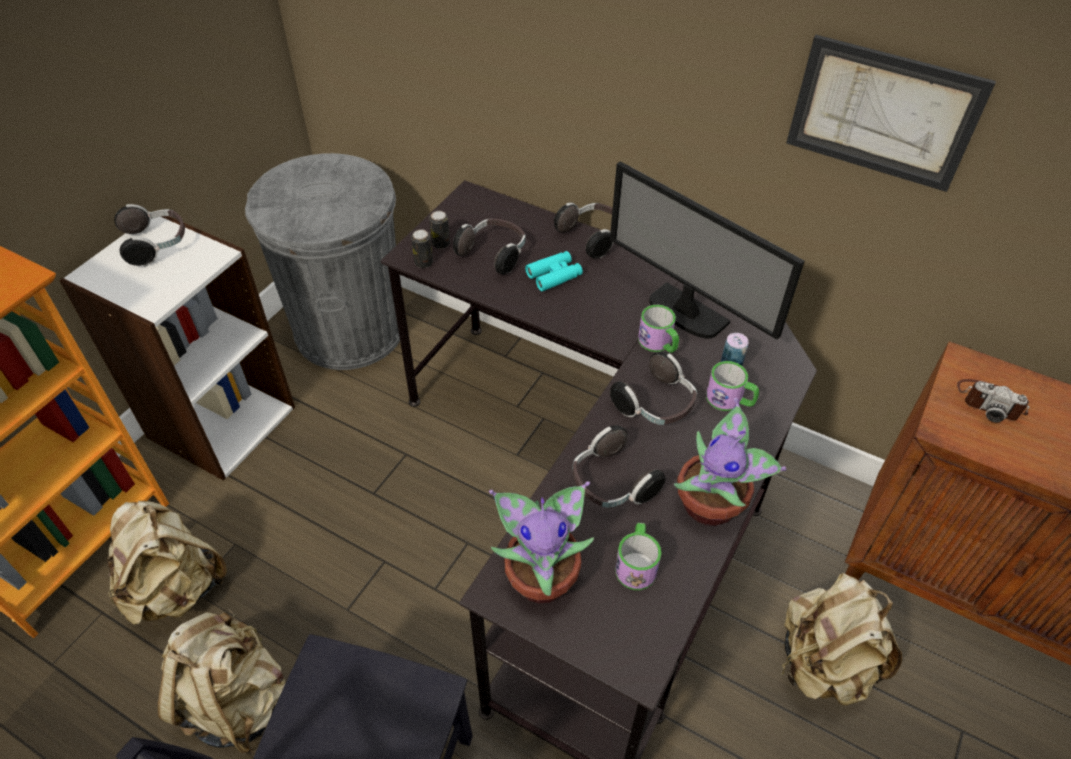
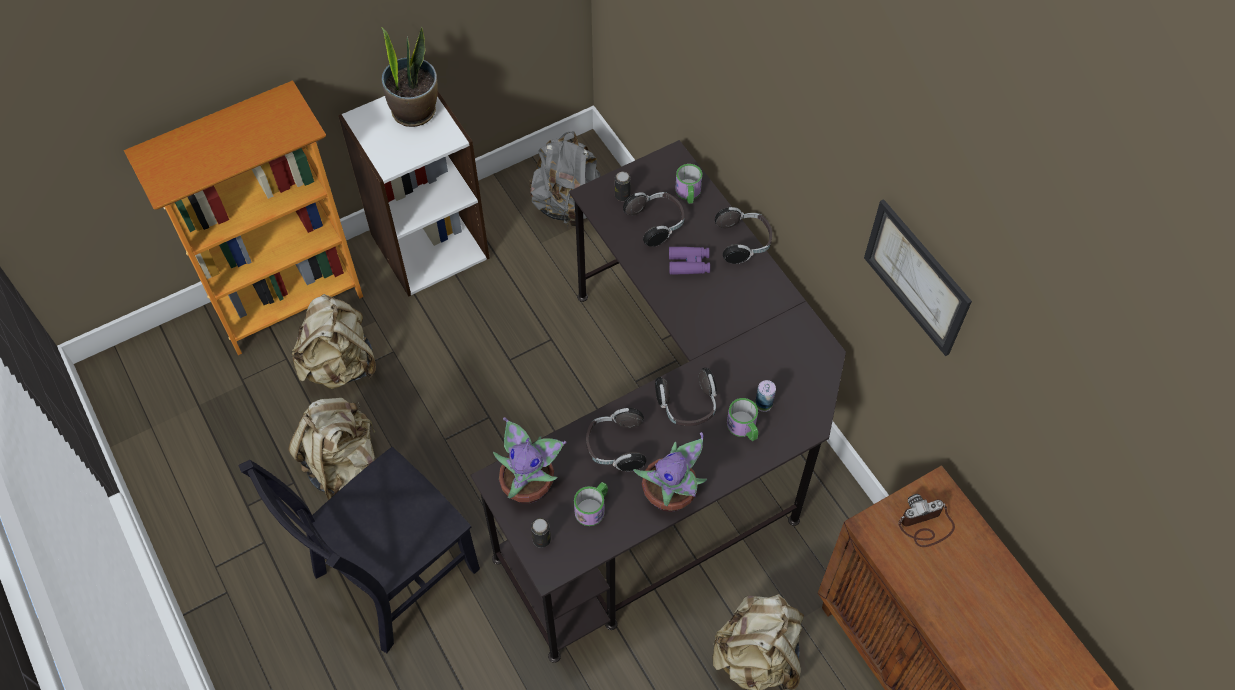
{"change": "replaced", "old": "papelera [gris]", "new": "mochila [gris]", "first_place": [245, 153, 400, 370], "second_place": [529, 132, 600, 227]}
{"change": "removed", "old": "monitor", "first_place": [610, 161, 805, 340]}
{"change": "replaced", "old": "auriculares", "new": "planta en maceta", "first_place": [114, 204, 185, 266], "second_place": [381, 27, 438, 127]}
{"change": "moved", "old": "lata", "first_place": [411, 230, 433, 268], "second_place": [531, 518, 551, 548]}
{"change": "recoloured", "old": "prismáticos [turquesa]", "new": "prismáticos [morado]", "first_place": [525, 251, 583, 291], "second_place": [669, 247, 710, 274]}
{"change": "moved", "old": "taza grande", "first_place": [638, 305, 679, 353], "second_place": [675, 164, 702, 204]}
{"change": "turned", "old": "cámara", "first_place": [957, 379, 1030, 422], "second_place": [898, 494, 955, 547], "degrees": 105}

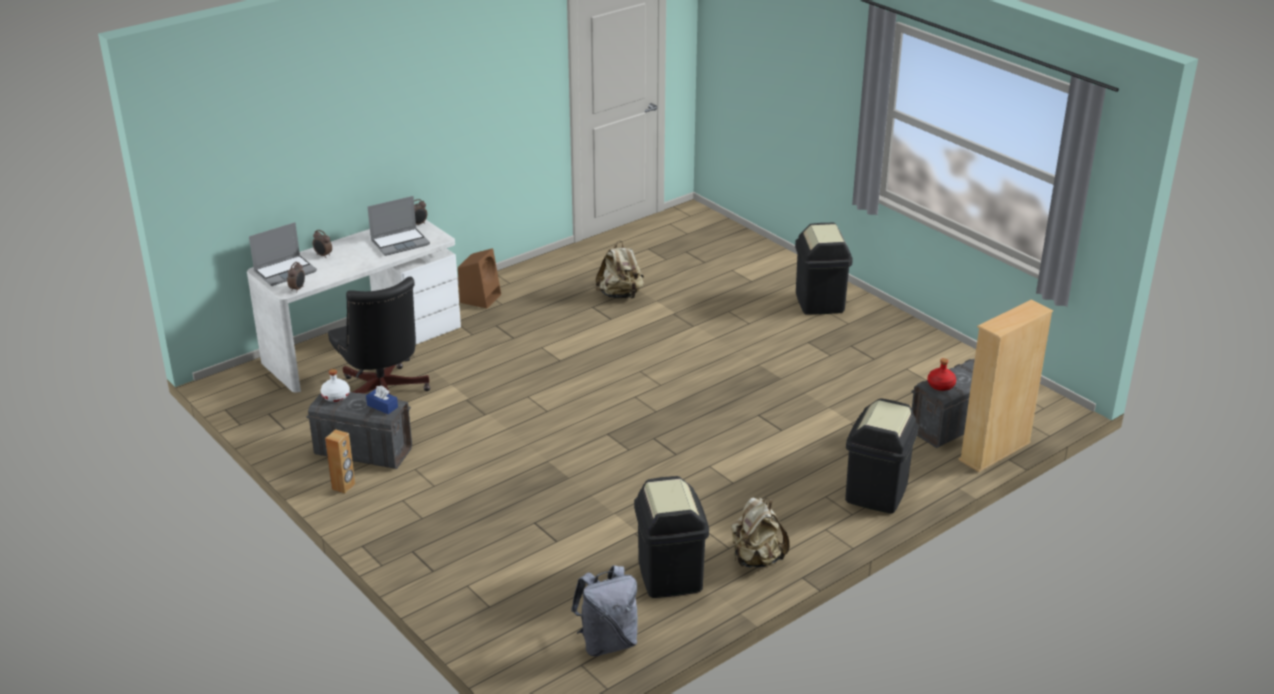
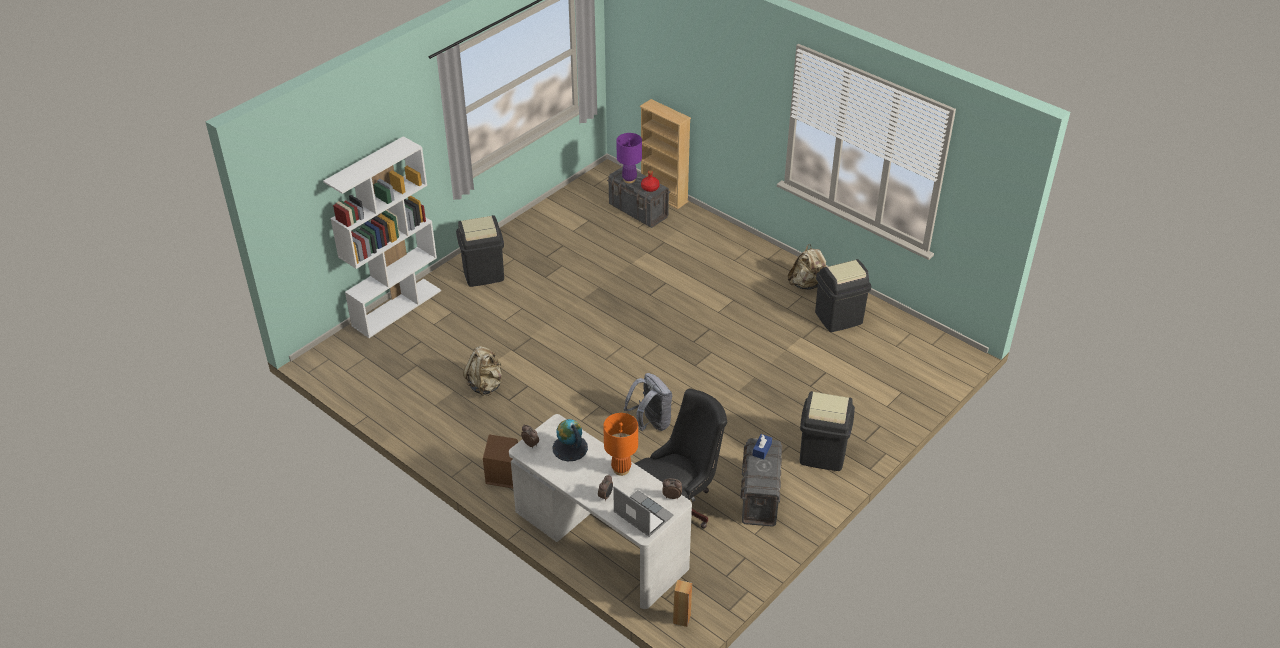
{"change": "replaced", "old": "portátil", "new": "globo terráqueo", "first_place": [368, 196, 430, 256], "second_place": [552, 419, 588, 461]}
{"change": "removed", "old": "botella [blanco]", "first_place": [321, 369, 350, 402]}
{"change": "moved", "old": "papelera [negro]", "first_place": [845, 398, 919, 514], "second_place": [799, 391, 855, 471]}
{"change": "moved", "old": "altavoz [marrón]", "first_place": [325, 429, 355, 494], "second_place": [673, 580, 692, 627]}
{"change": "moved", "old": "mochila [gris]", "first_place": [571, 565, 638, 657], "second_place": [624, 373, 673, 431]}
{"change": "added", "new": "lámpara de mesa [morado]", "second_place": [616, 133, 642, 183]}
{"change": "added", "new": "estantería [blanco]", "second_place": [323, 136, 441, 338]}
{"change": "added", "new": "lámpara de mesa [naranja]", "second_place": [603, 413, 638, 476]}

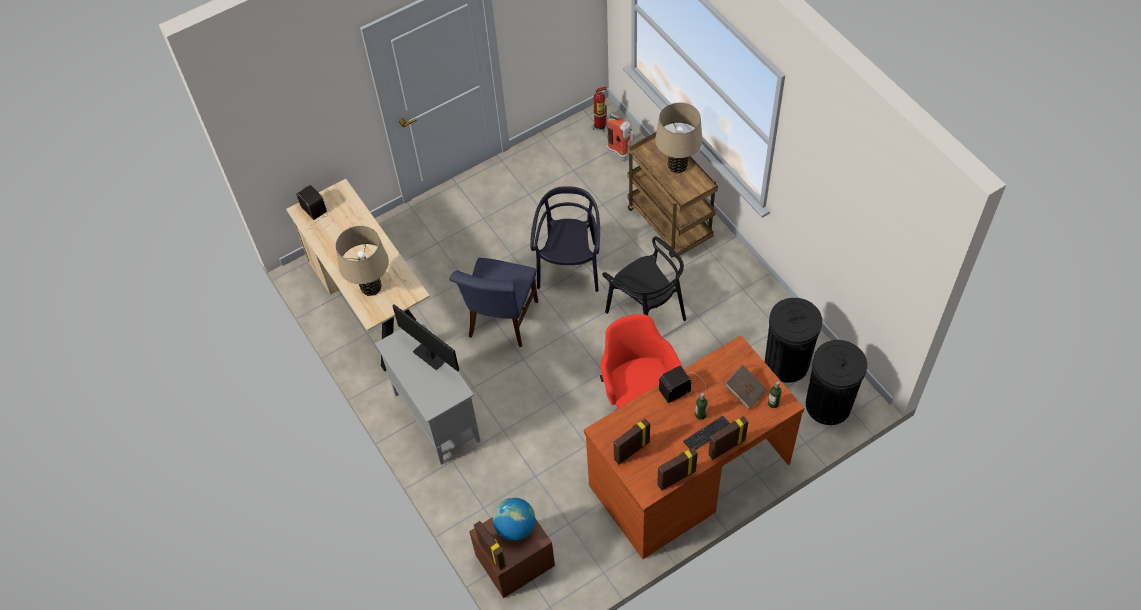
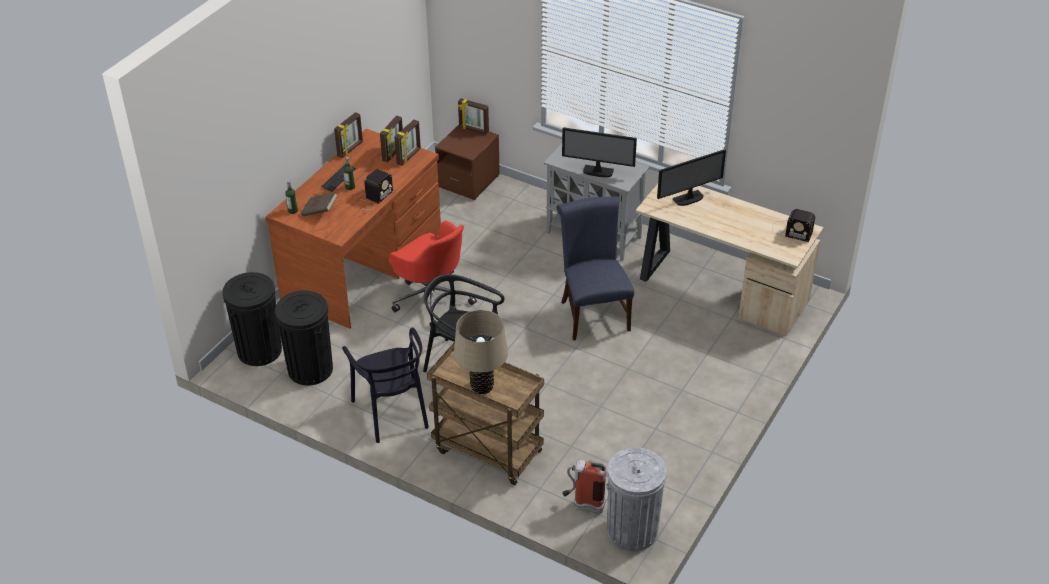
{"change": "replaced", "old": "extintor", "new": "papelera [gris]", "first_place": [593, 87, 607, 131], "second_place": [606, 447, 667, 551]}
{"change": "moved", "old": "silla [negro]", "first_place": [530, 186, 600, 292], "second_place": [342, 328, 429, 443]}
{"change": "replaced", "old": "lámpara de mesa [beis]", "new": "monitor", "first_place": [336, 226, 389, 296], "second_place": [657, 149, 726, 206]}
{"change": "moved", "old": "portarretratos", "first_place": [708, 416, 749, 460], "second_place": [394, 120, 421, 166]}
{"change": "removed", "old": "globo terráqueo", "first_place": [493, 498, 535, 541]}

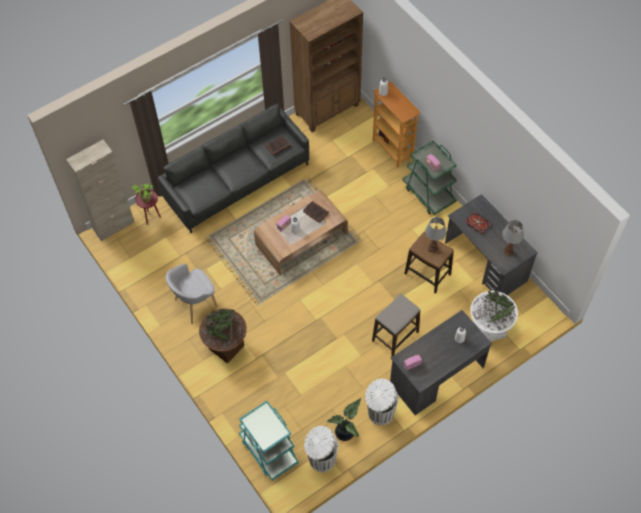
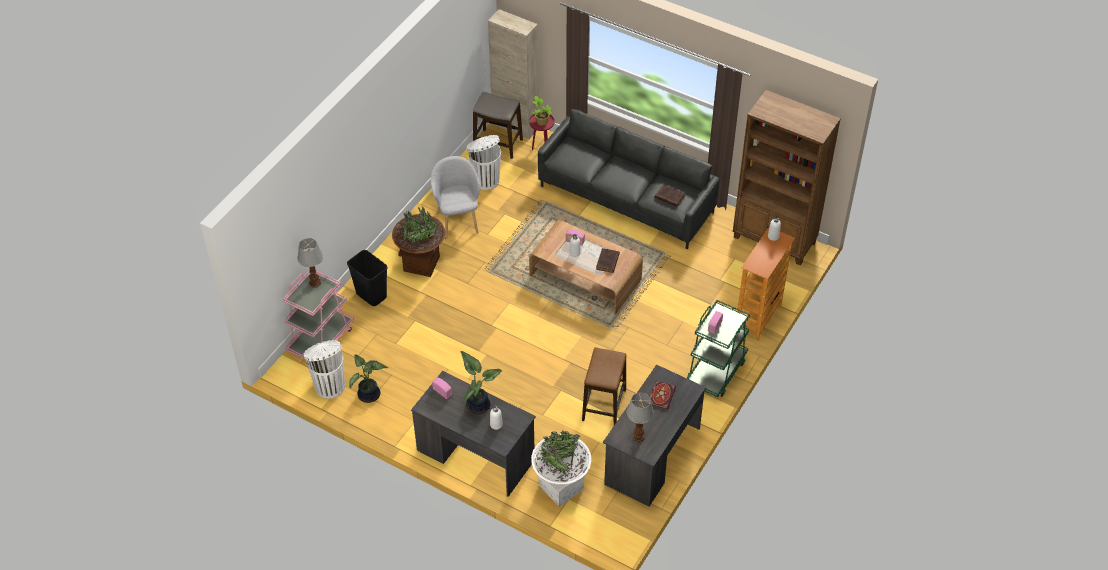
{"change": "moved", "old": "lámpara de mesa", "first_place": [425, 217, 447, 253], "second_place": [298, 238, 323, 287]}
{"change": "turned", "old": "sillón [gris]", "first_place": [165, 264, 218, 324], "second_place": [431, 156, 480, 239], "degrees": 45}
{"change": "moved", "old": "taburete", "first_place": [372, 294, 420, 357], "second_place": [473, 92, 523, 159]}
{"change": "moved", "old": "papelera [blanco]", "first_place": [365, 378, 398, 425], "second_place": [466, 135, 501, 190]}
{"change": "recoloured", "old": "carrito [turquesa]", "new": "carrito [rosa]", "first_place": [239, 401, 299, 481], "second_place": [283, 270, 354, 359]}
{"change": "added", "new": "papelera [negro]", "second_place": [347, 250, 388, 306]}
{"change": "added", "new": "planta en maceta", "second_place": [461, 351, 502, 414]}

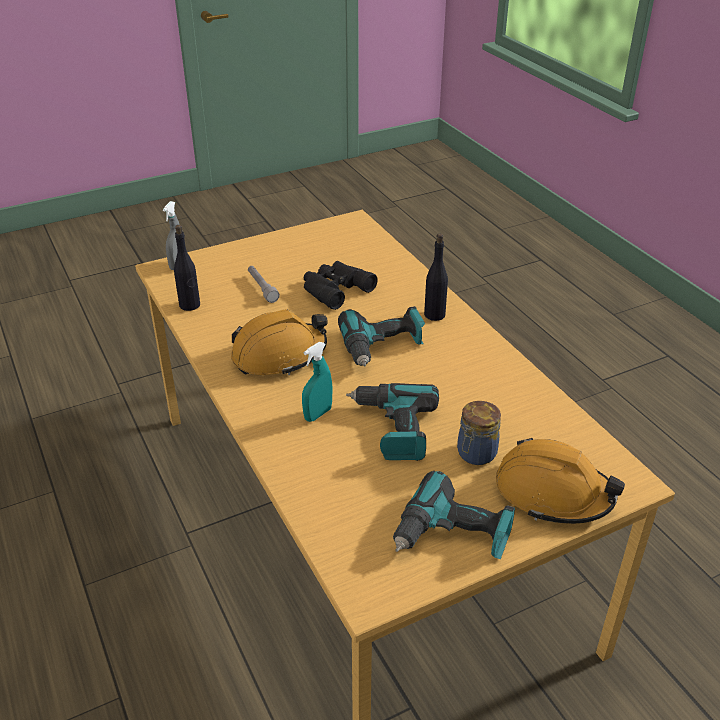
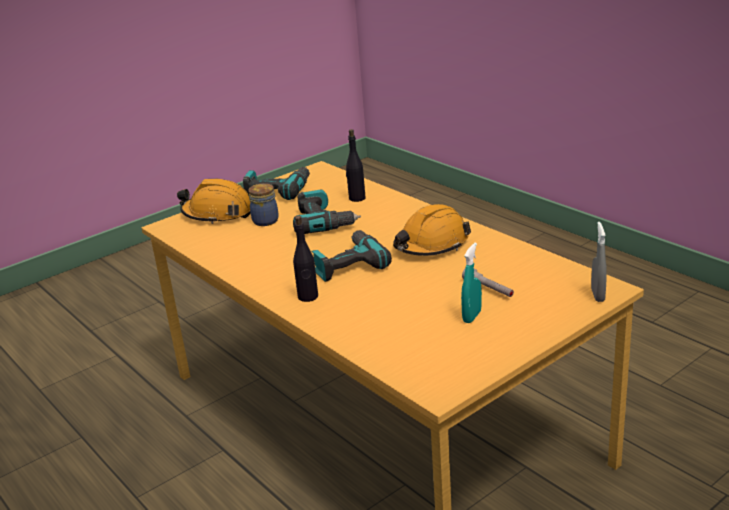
{"change": "moved", "old": "botella [negro]", "first_place": [174, 225, 200, 311], "second_place": [346, 129, 365, 202]}
{"change": "removed", "old": "prismáticos [negro]", "first_place": [304, 261, 378, 310]}
{"change": "moved", "old": "pulverizador [turquesa]", "first_place": [302, 342, 332, 422], "second_place": [461, 243, 482, 323]}

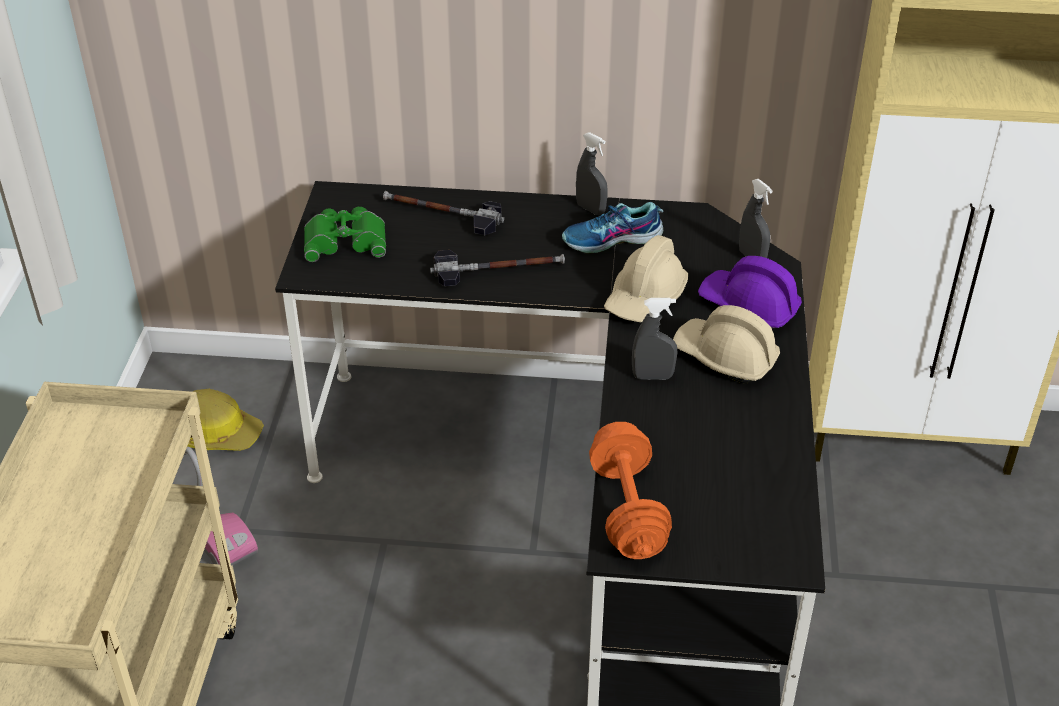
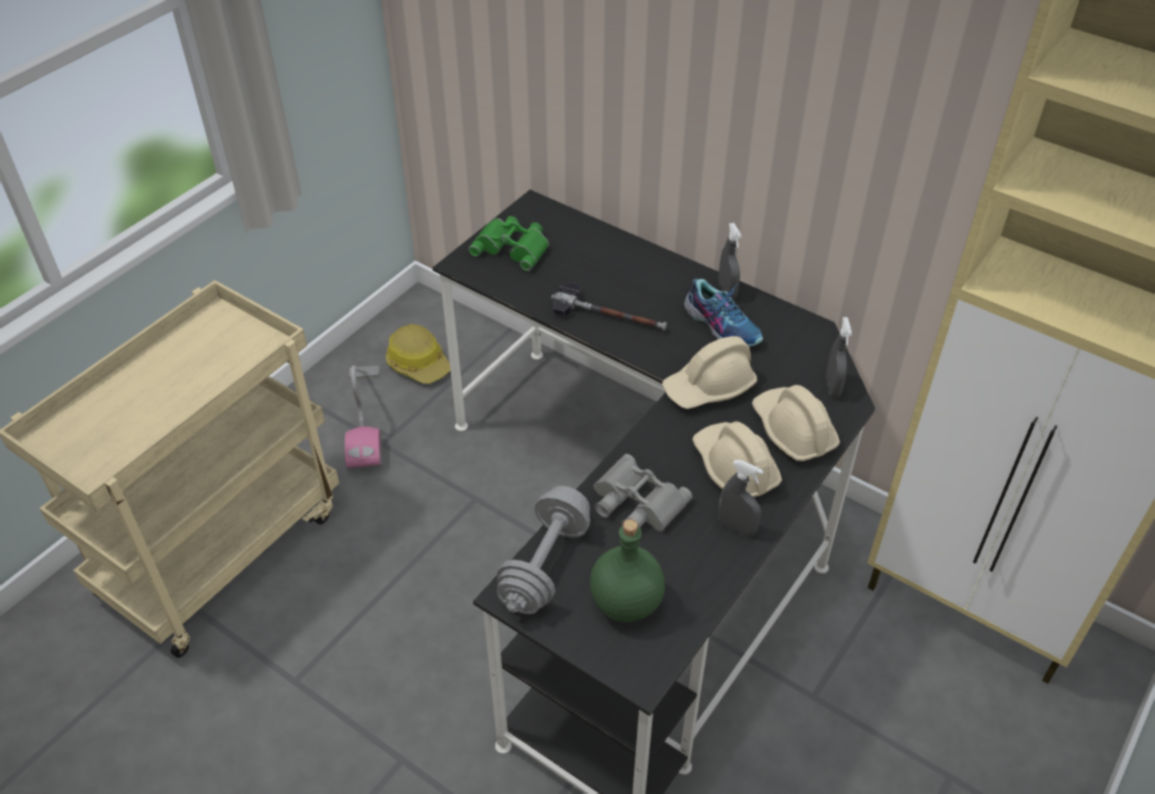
{"change": "removed", "old": "martillo", "first_place": [383, 191, 504, 235]}
{"change": "turned", "old": "zapato", "first_place": [562, 202, 663, 254], "second_place": [684, 279, 763, 347], "degrees": -150}
{"change": "recoloured", "old": "casco [morado]", "new": "casco [beis]", "first_place": [698, 256, 802, 330], "second_place": [752, 385, 840, 461]}
{"change": "moved", "old": "pulverizador [gris]", "first_place": [632, 298, 678, 380], "second_place": [719, 460, 763, 536]}
{"change": "recoloured", "old": "mancuerna [naranja]", "new": "mancuerna [gris]", "first_place": [589, 422, 672, 559], "second_place": [496, 486, 590, 614]}
{"change": "added", "new": "prismáticos [gris]", "second_place": [593, 454, 693, 532]}
{"change": "added", "new": "botella [verde]", "second_place": [590, 519, 665, 622]}

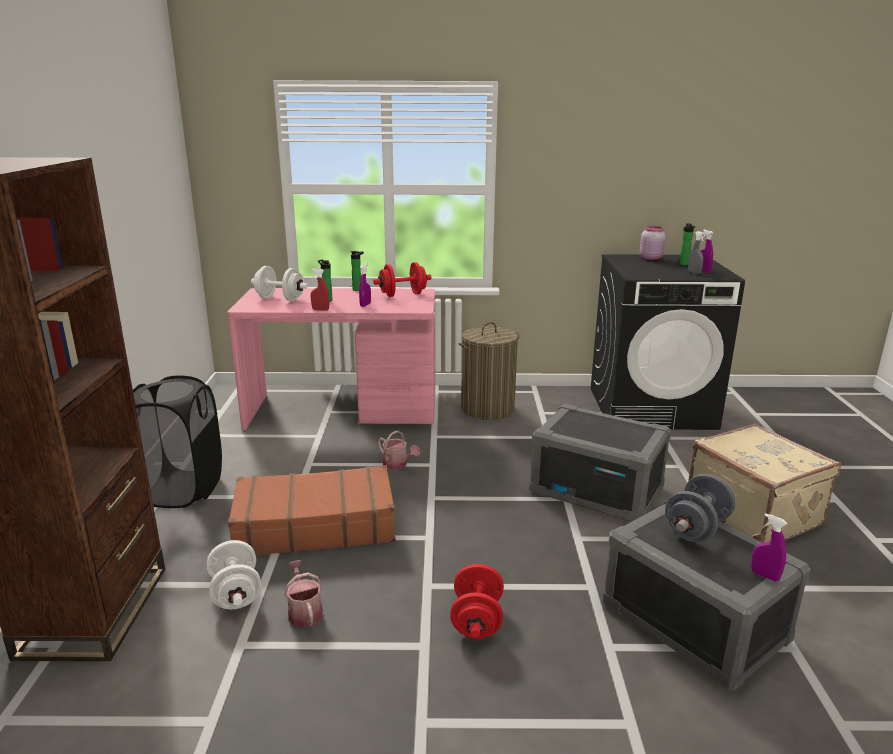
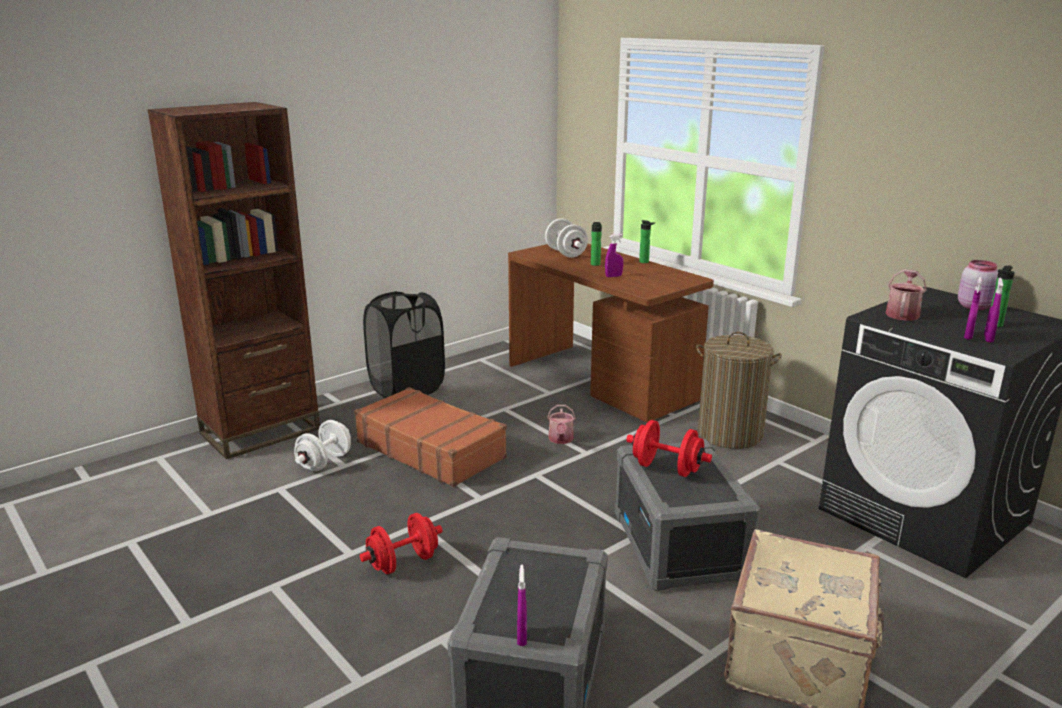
{"change": "recoloured", "old": "pulverizador [gris]", "new": "pulverizador [morado]", "first_place": [688, 231, 705, 274], "second_place": [964, 277, 982, 340]}
{"change": "moved", "old": "mancuerna [rojo]", "first_place": [373, 262, 432, 297], "second_place": [626, 420, 712, 477]}
{"change": "removed", "old": "pulverizador [rojo]", "first_place": [311, 269, 329, 311]}
{"change": "recoloured", "old": "escritorio [rosa]", "new": "escritorio [marrón]", "first_place": [228, 288, 435, 430], "second_place": [508, 243, 714, 422]}
{"change": "removed", "old": "mancuerna [gris]", "first_place": [665, 474, 736, 542]}
{"change": "moved", "old": "regadera", "first_place": [284, 560, 323, 627], "second_place": [885, 269, 927, 321]}

